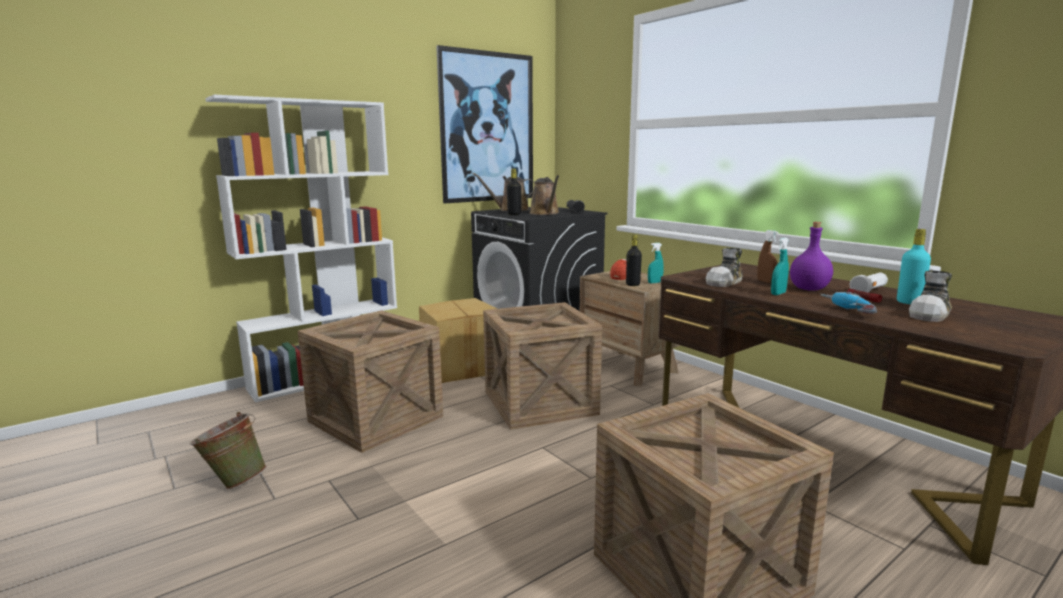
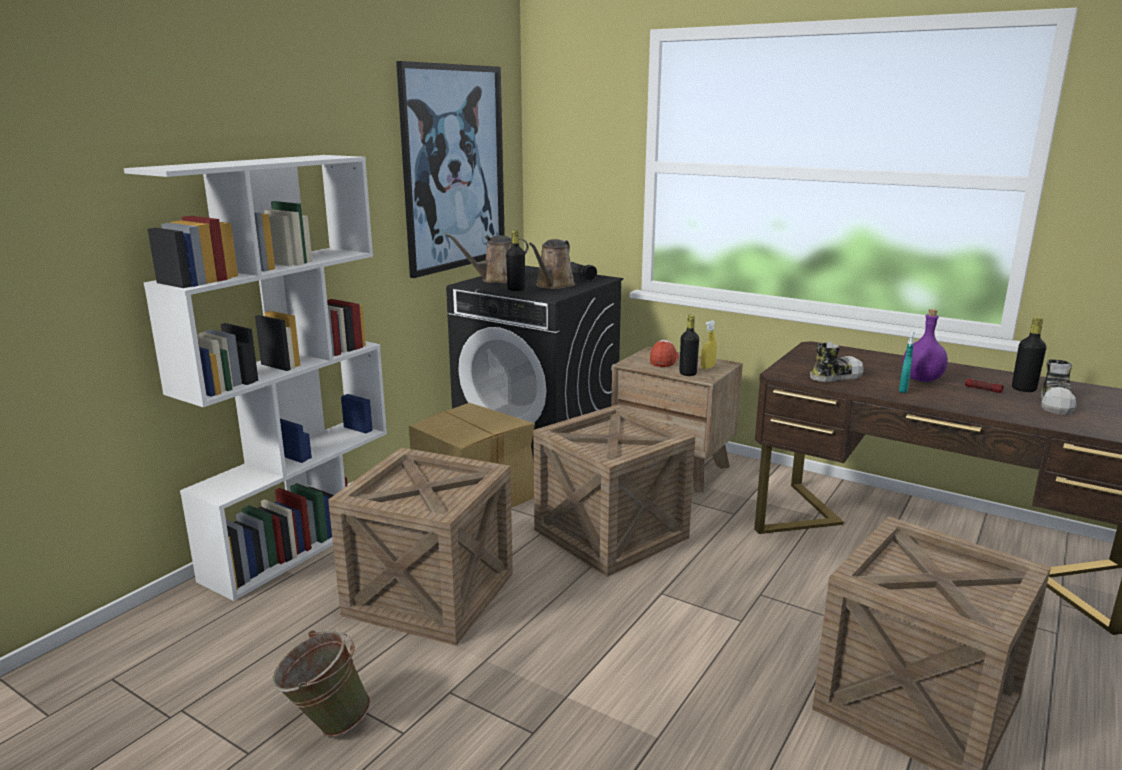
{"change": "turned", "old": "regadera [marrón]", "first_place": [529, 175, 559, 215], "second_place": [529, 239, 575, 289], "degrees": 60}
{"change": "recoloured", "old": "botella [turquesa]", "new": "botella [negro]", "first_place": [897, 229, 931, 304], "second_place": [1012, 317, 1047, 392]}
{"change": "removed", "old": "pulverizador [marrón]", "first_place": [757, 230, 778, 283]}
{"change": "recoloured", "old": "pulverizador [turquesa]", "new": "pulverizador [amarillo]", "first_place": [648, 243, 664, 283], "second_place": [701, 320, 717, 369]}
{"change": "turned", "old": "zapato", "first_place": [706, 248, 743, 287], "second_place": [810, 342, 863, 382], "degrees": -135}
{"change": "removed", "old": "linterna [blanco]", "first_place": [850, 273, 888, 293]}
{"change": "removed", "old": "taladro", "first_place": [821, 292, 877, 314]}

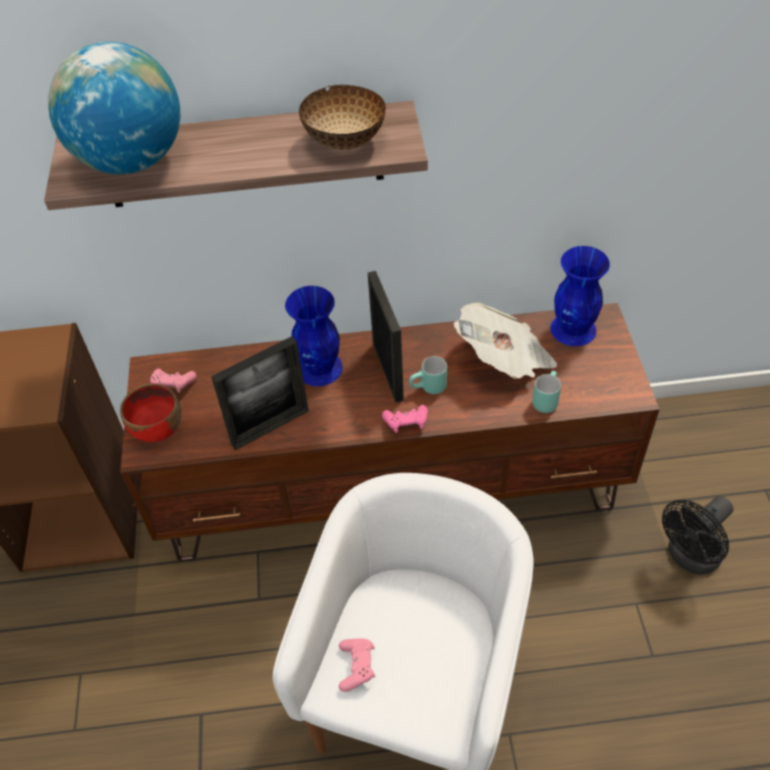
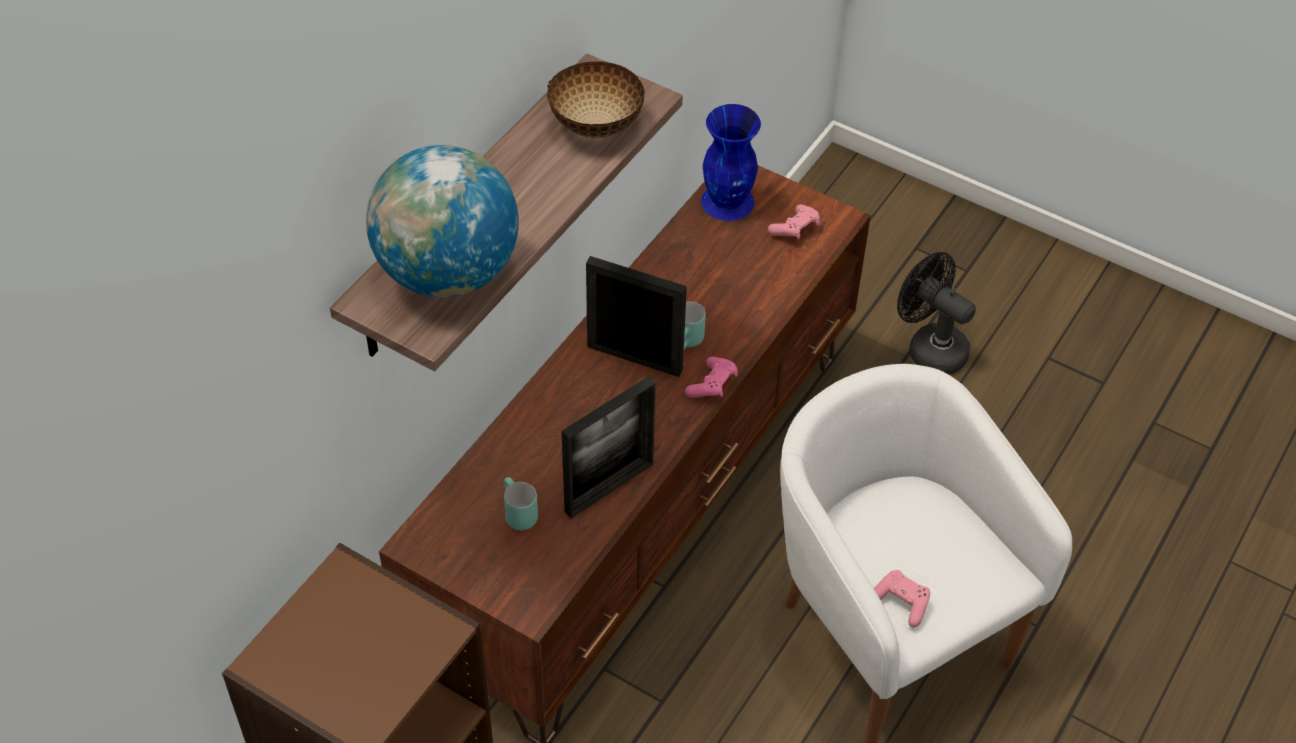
{"change": "removed", "old": "florero [azul]", "first_place": [285, 286, 343, 386]}
{"change": "removed", "old": "periódico", "first_place": [453, 302, 557, 379]}
{"change": "turned", "old": "portarretratos", "first_place": [211, 336, 309, 450], "second_place": [562, 376, 656, 519], "degrees": 45}
{"change": "moved", "old": "mando de consola [rosa]", "first_place": [150, 369, 196, 393], "second_place": [768, 204, 820, 239]}
{"change": "moved", "old": "taza grande [turquesa]", "first_place": [532, 371, 561, 413], "second_place": [504, 477, 538, 530]}
{"change": "removed", "old": "cuenco [rojo]", "first_place": [120, 383, 181, 442]}
{"change": "turned", "old": "ventilador [negro]", "first_place": [662, 496, 733, 575], "second_place": [897, 252, 976, 375], "degrees": 135}

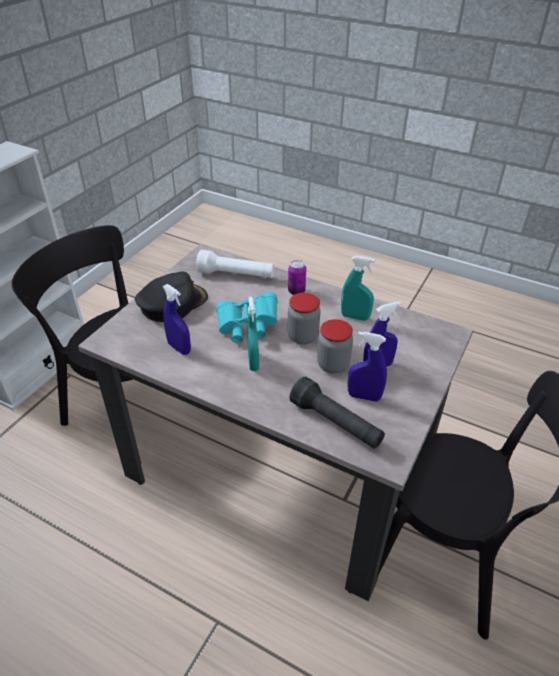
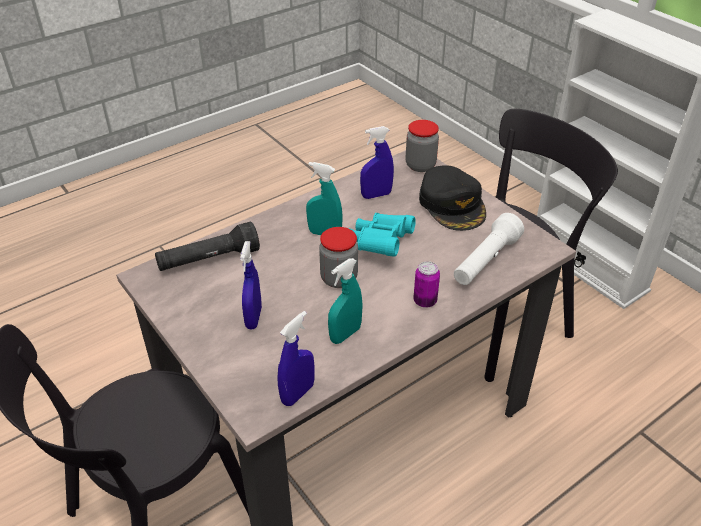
{"change": "moved", "old": "tarro", "first_place": [317, 319, 353, 374], "second_place": [406, 120, 439, 172]}
{"change": "moved", "old": "pulverizador [azul]", "first_place": [347, 332, 387, 402], "second_place": [277, 311, 315, 406]}

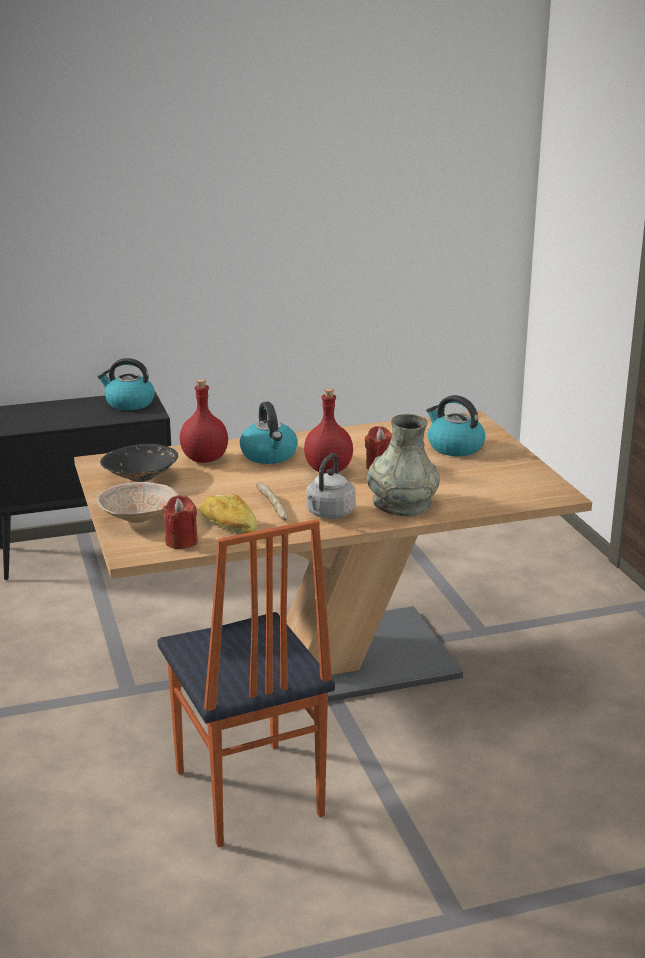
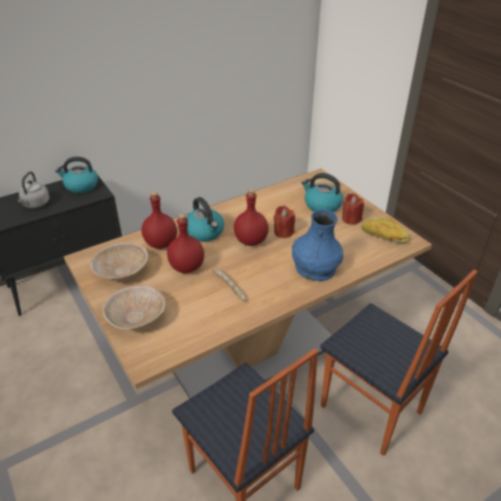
{"change": "recoloured", "old": "florero [gris]", "new": "florero [azul]", "first_place": [367, 414, 440, 516], "second_place": [292, 210, 343, 281]}
{"change": "recoloured", "old": "cuenco [negro]", "new": "cuenco [beis]", "first_place": [100, 444, 178, 482], "second_place": [90, 242, 148, 279]}
{"change": "moved", "old": "hervidor [gris]", "first_place": [306, 453, 356, 519], "second_place": [17, 171, 50, 208]}
{"change": "moved", "old": "pan", "first_place": [200, 494, 257, 534], "second_place": [361, 217, 409, 243]}
{"change": "moved", "old": "vela [rojo]", "first_place": [162, 495, 198, 549], "second_place": [342, 193, 364, 225]}
{"change": "added", "new": "botella [rojo]", "second_place": [167, 214, 204, 273]}
{"change": "added", "new": "silla", "second_place": [320, 269, 478, 456]}

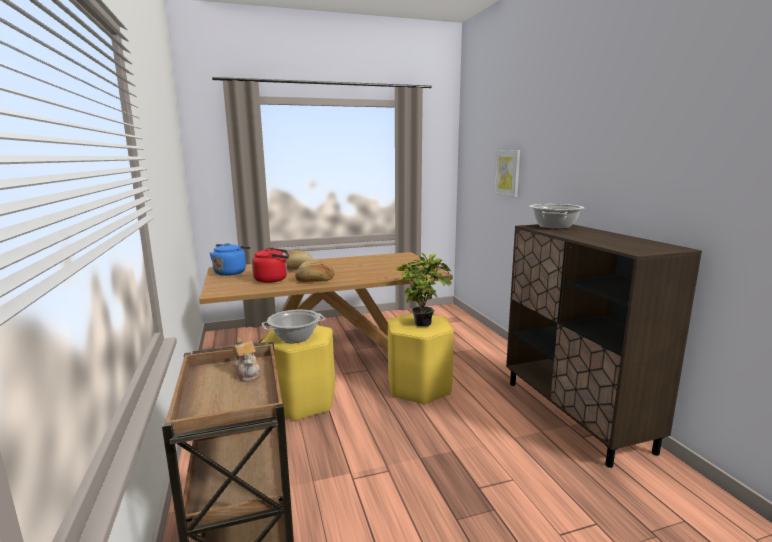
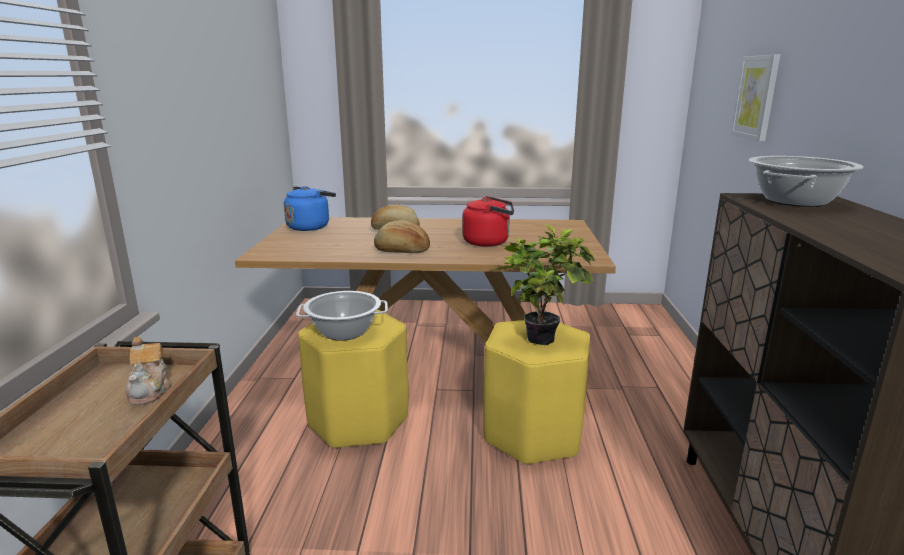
{"change": "moved", "old": "hervidor [rojo]", "first_place": [252, 247, 289, 283], "second_place": [462, 196, 514, 246]}

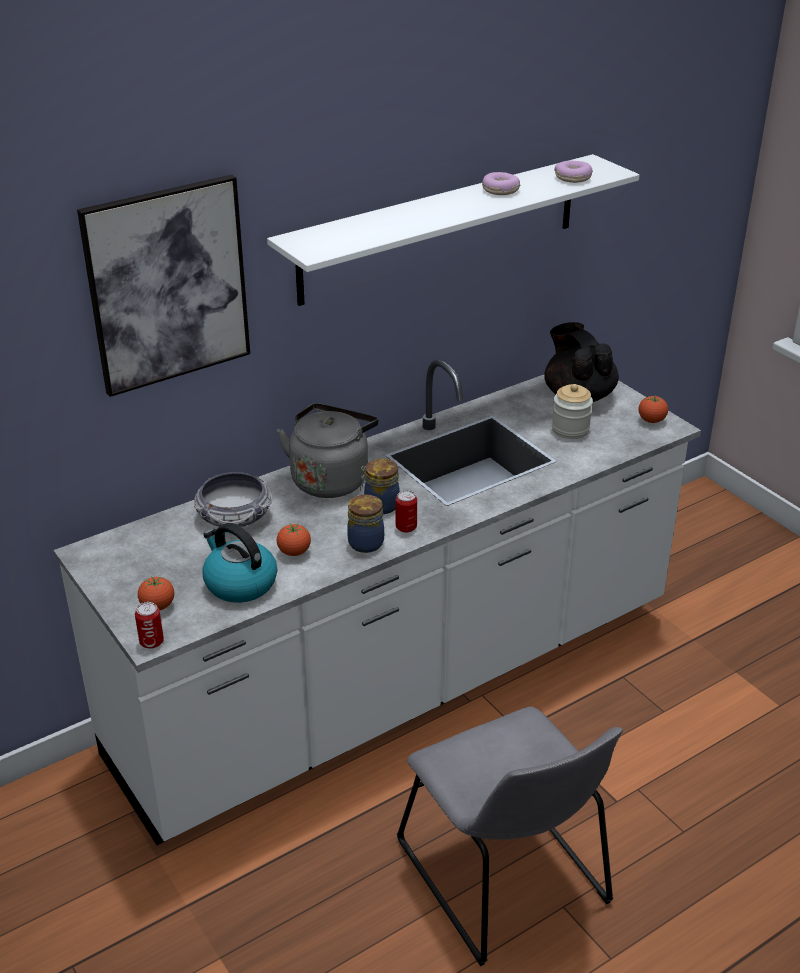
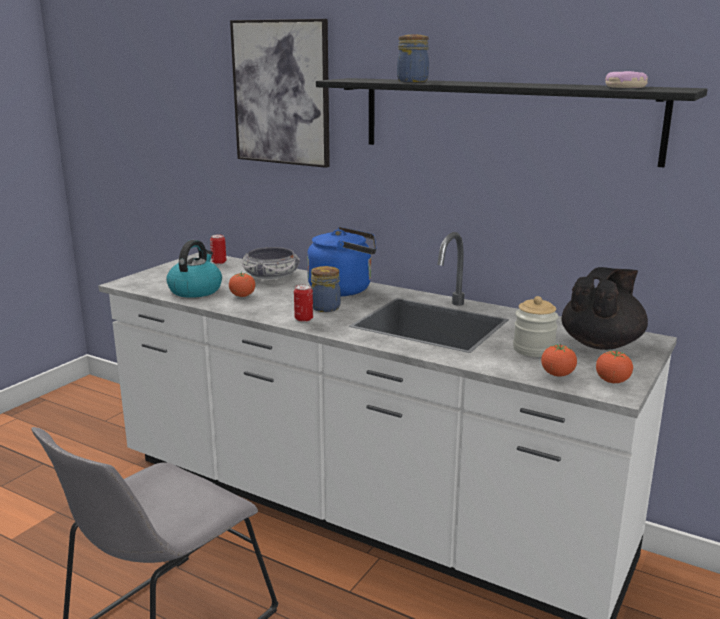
{"change": "recoloured", "old": "estante [blanco]", "new": "estante [negro]", "first_place": [267, 154, 640, 306], "second_place": [316, 78, 708, 167]}
{"change": "removed", "old": "rosquilla", "first_place": [482, 172, 520, 195]}
{"change": "recoloured", "old": "hervidor [gris]", "new": "hervidor [azul]", "first_place": [277, 403, 378, 498], "second_place": [307, 227, 377, 296]}
{"change": "moved", "old": "tarro", "first_place": [347, 494, 384, 553], "second_place": [397, 35, 429, 82]}
{"change": "moved", "old": "tomate", "first_place": [138, 576, 174, 610], "second_place": [541, 344, 577, 377]}
{"change": "moved", "old": "lata", "first_place": [135, 602, 164, 649], "second_place": [210, 234, 226, 264]}

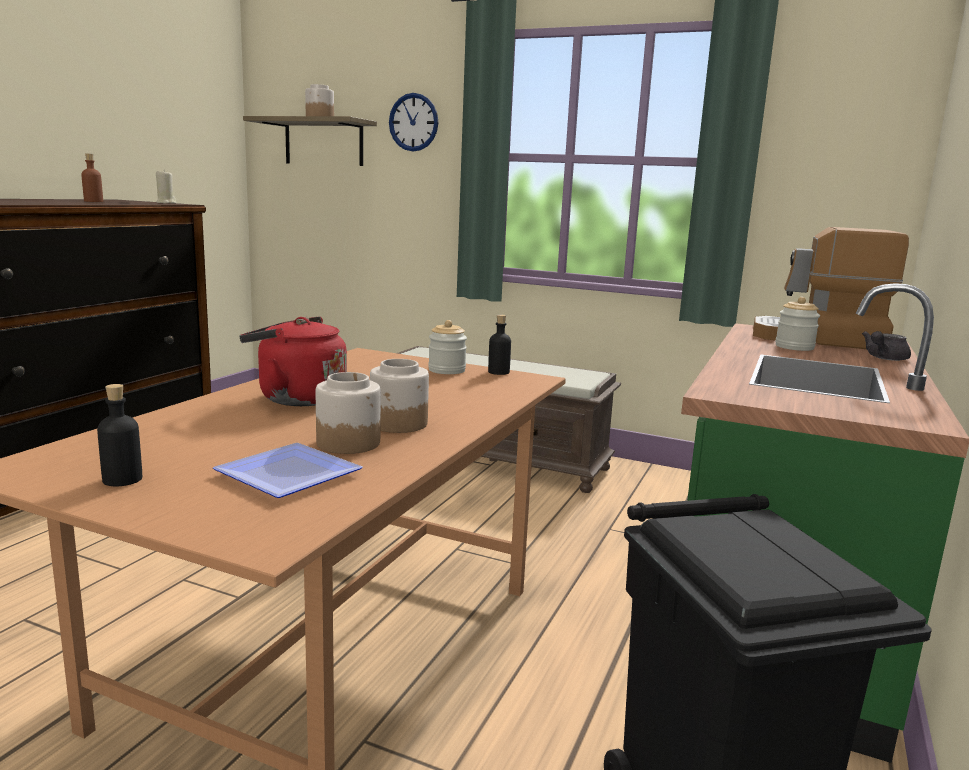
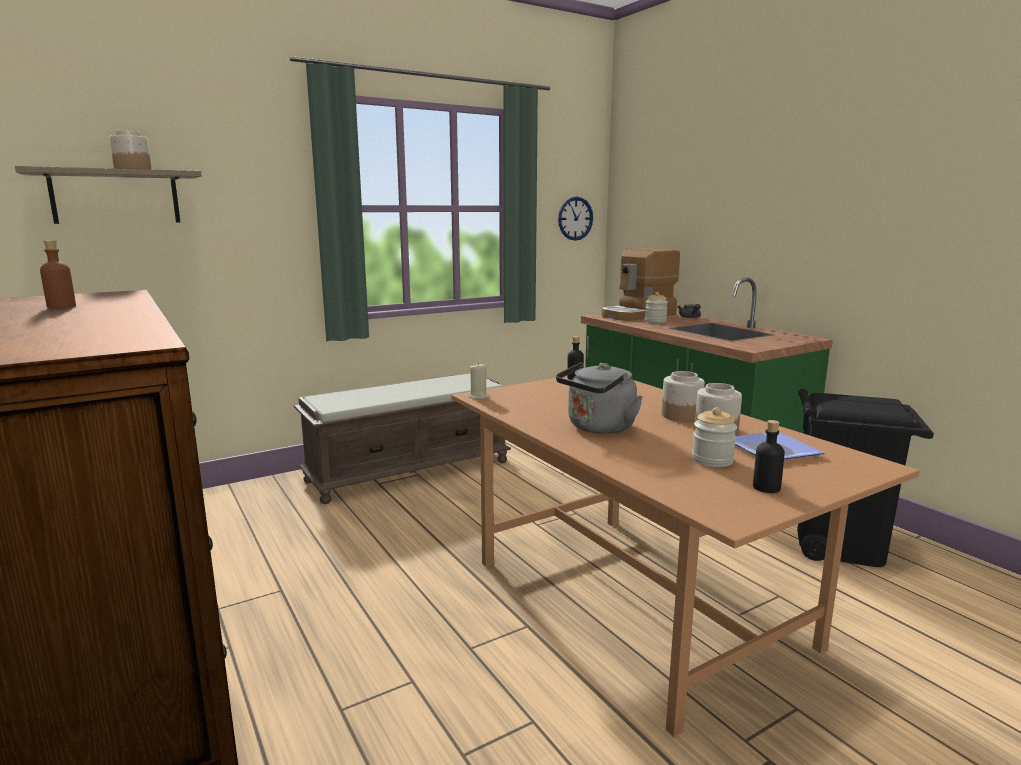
{"change": "moved", "old": "reloj de pared", "first_place": [389, 93, 438, 151], "second_place": [558, 197, 593, 241]}
{"change": "moved", "old": "vela [beis]", "first_place": [156, 170, 177, 204], "second_place": [468, 362, 490, 399]}
{"change": "recoloured", "old": "hervidor [rojo]", "new": "hervidor [gris]", "first_place": [239, 317, 347, 406], "second_place": [556, 362, 643, 434]}
{"change": "moved", "old": "tarro", "first_place": [428, 320, 467, 374], "second_place": [692, 407, 737, 467]}

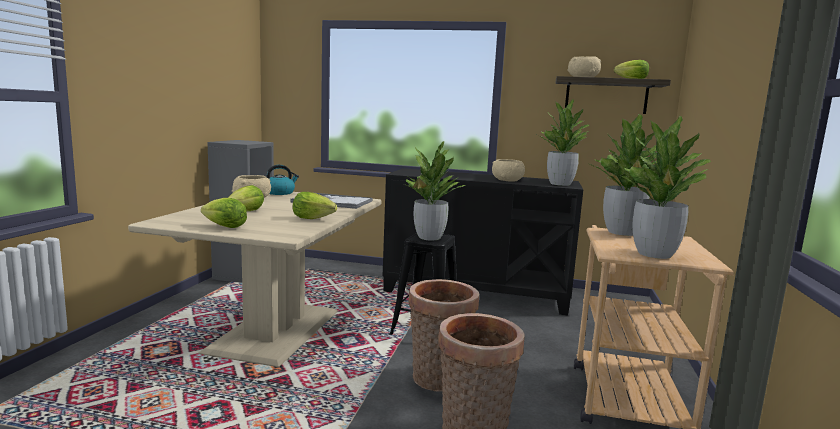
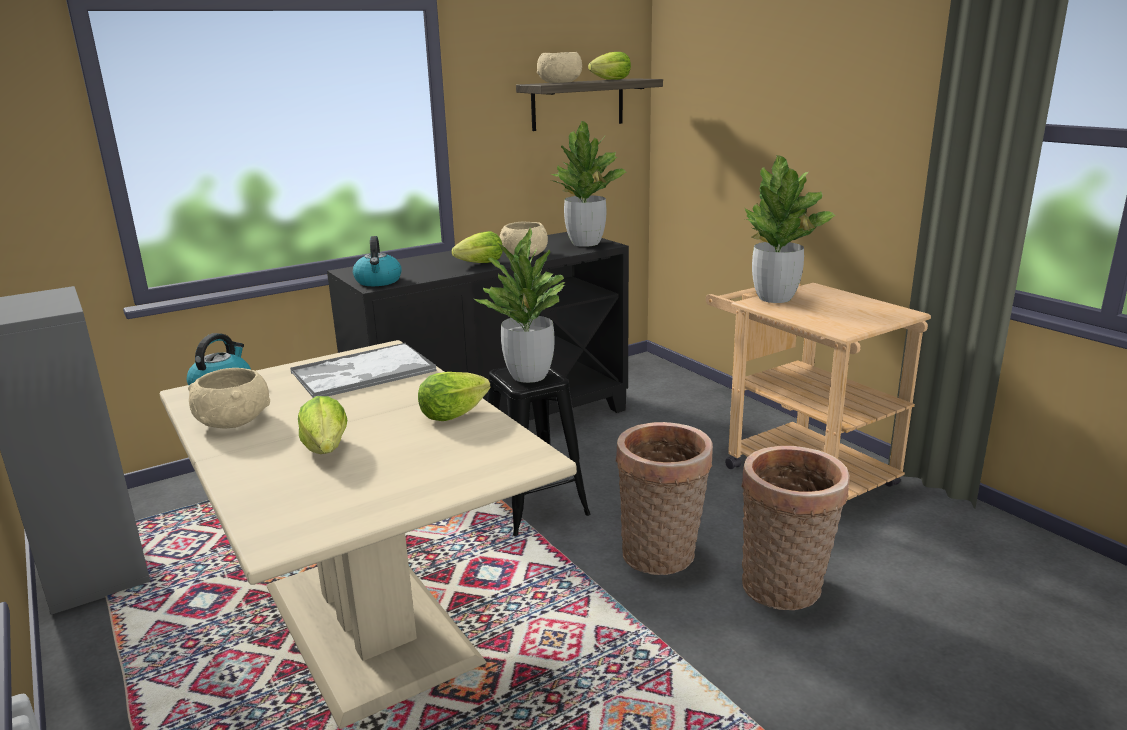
{"change": "removed", "old": "planta en maceta", "first_place": [615, 116, 711, 259]}
{"change": "moved", "old": "lechuga", "first_place": [201, 198, 247, 228], "second_place": [452, 231, 503, 263]}
{"change": "added", "new": "hervidor", "second_place": [353, 236, 402, 286]}

